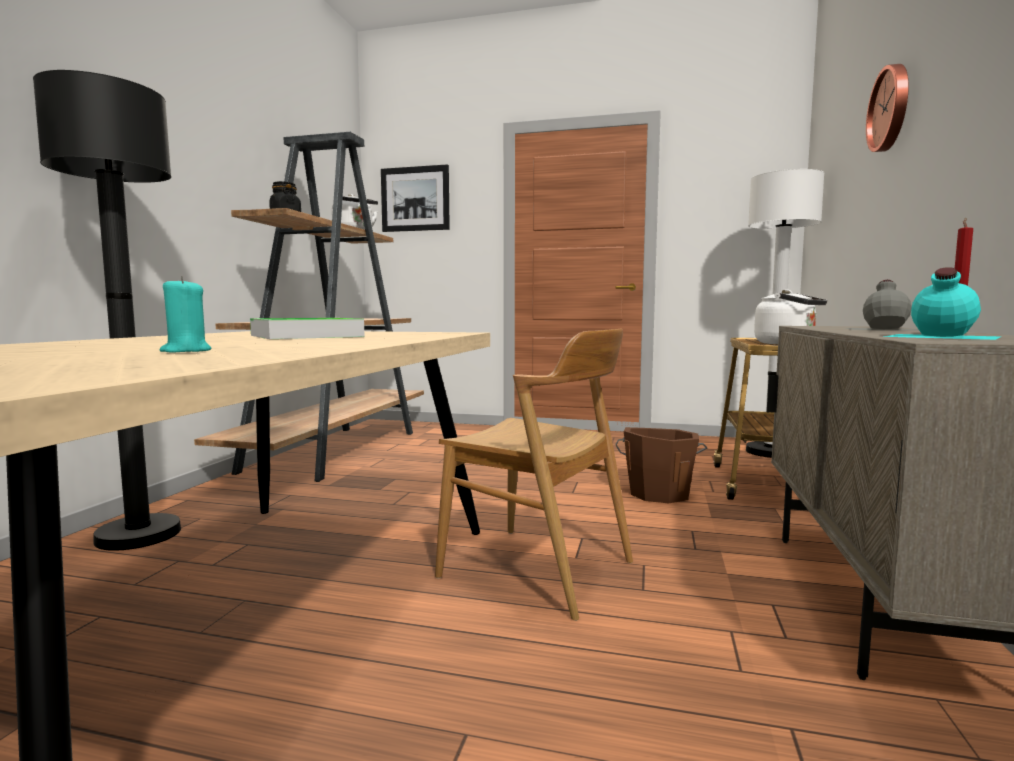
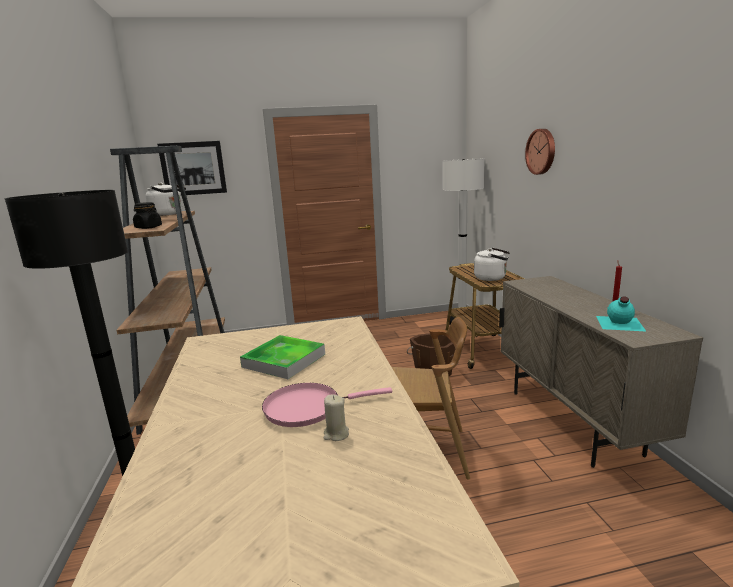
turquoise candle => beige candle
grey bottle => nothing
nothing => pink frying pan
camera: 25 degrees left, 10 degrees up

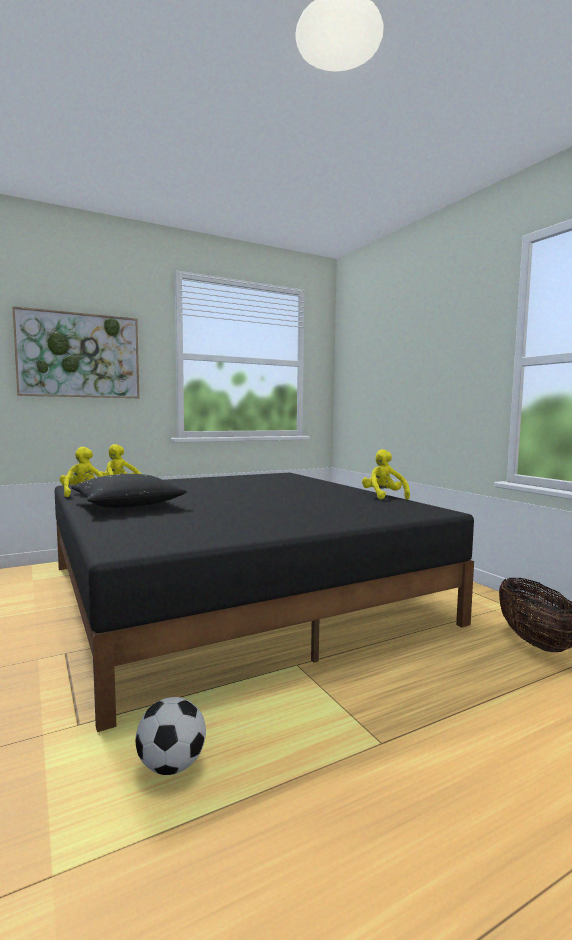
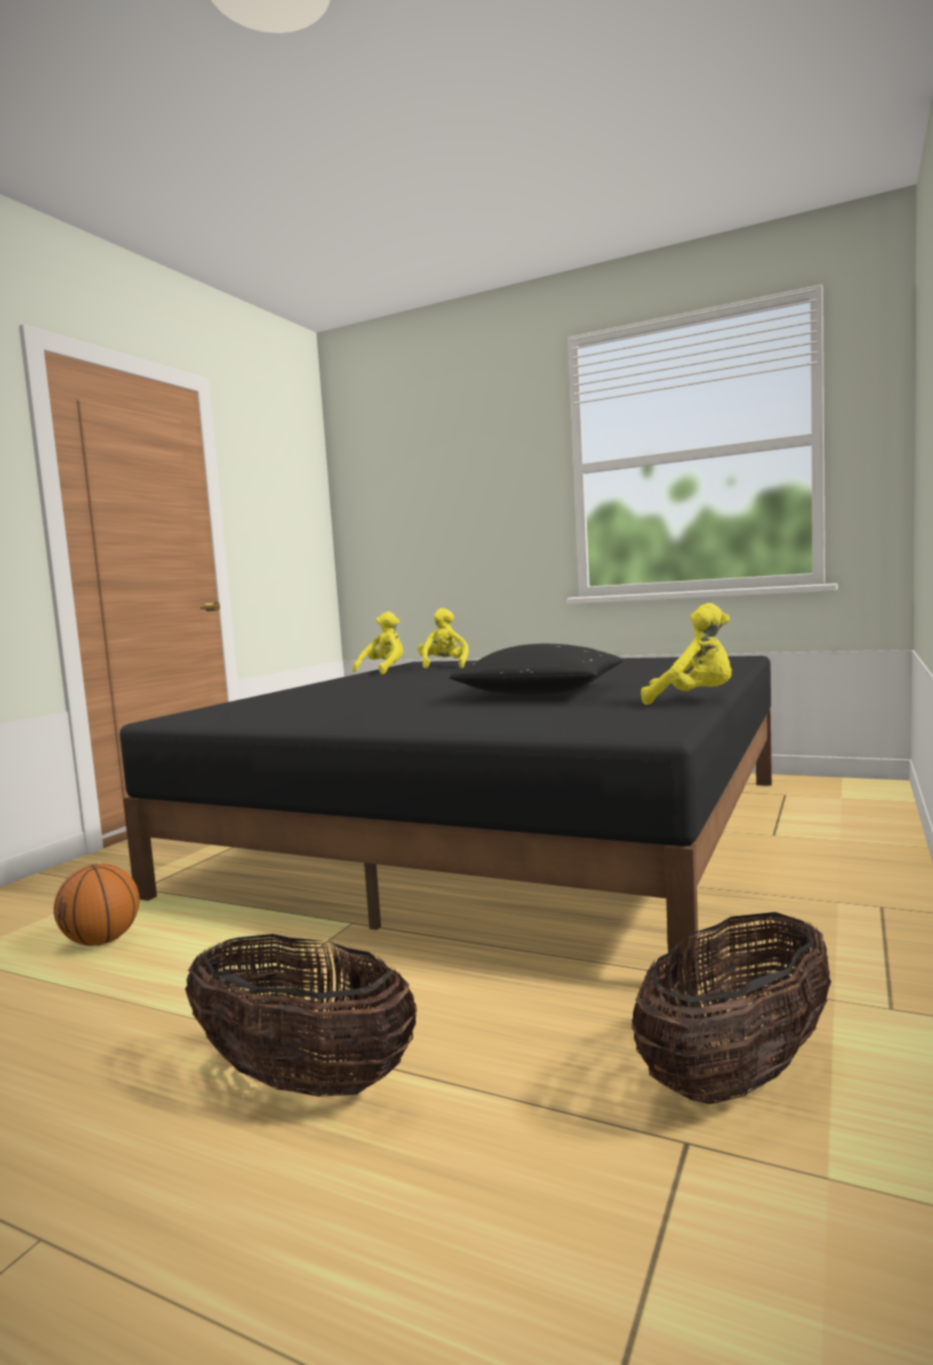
picture => nothing
black pillow, relocated
football => basketball
yellow plush toy (no. 3 from left), 75 degrees clockwise
nothing => basket (no. 1 from left)
camera: 55 degrees right, 0 degrees up

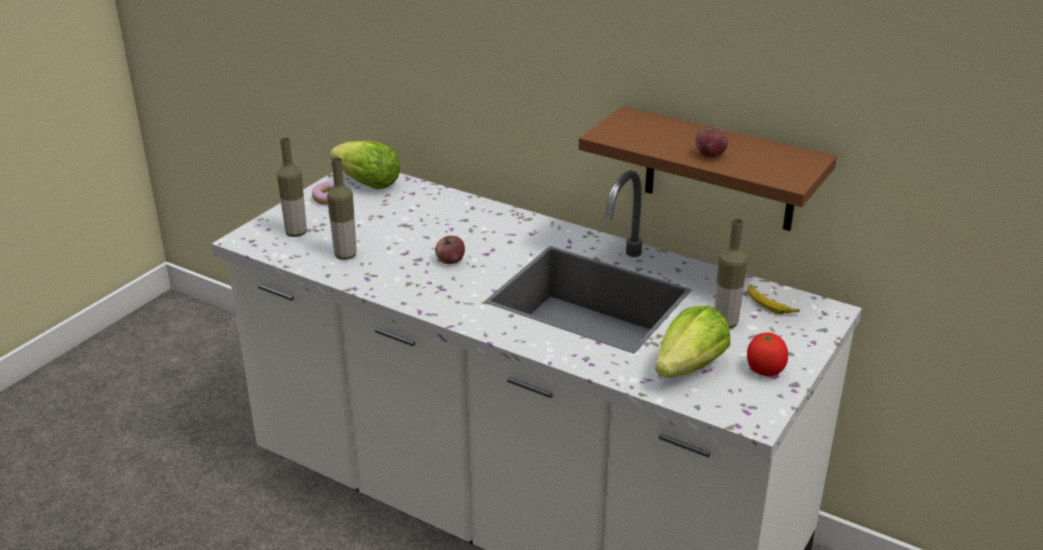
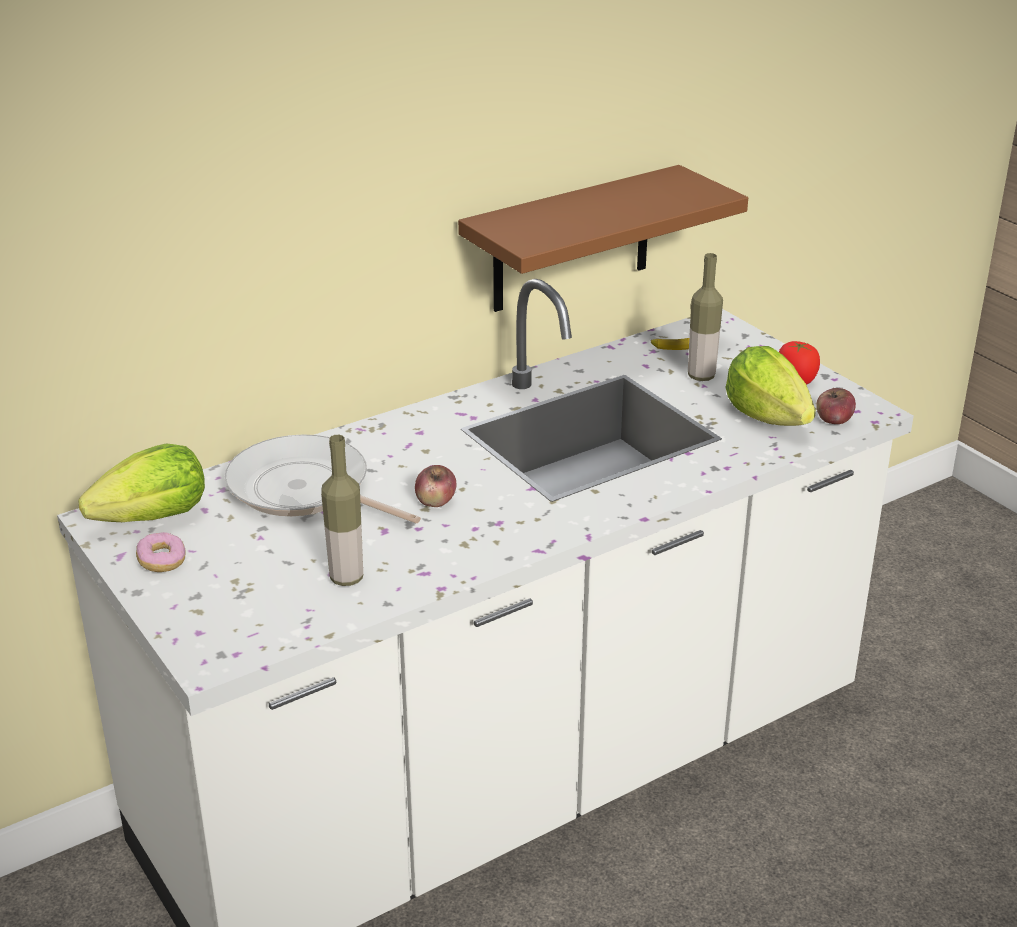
bottle (no. 1 from left) => nothing
apple (no. 2 from left), relocated
nothing => frying pan
camera: 65 degrees left, 0 degrees up

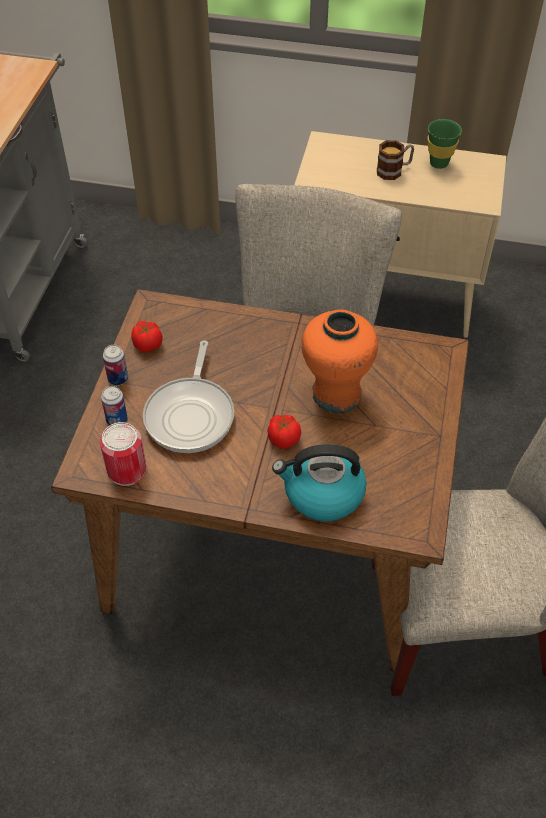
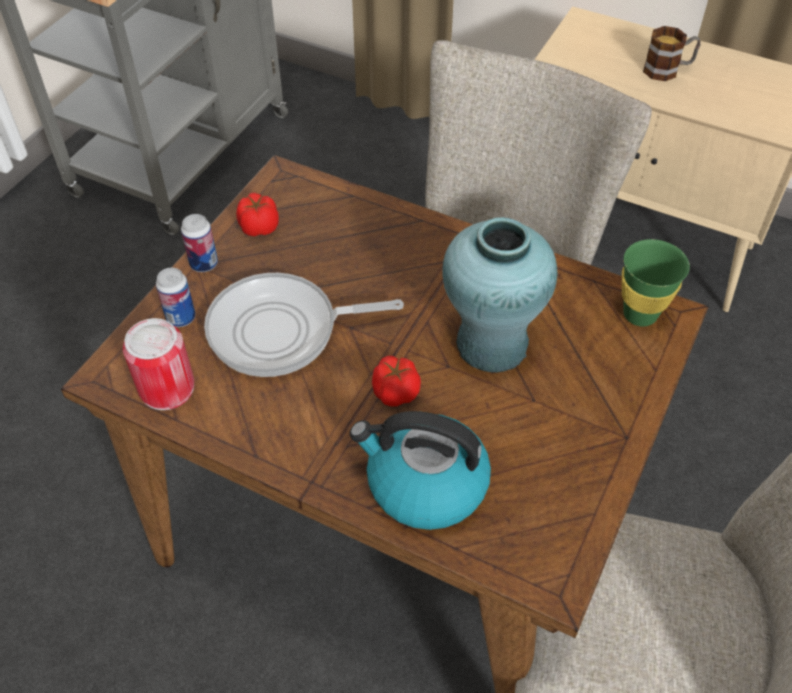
frying pan, 60 degrees clockwise
orange vase => turquoise vase
green cup, relocated
camera: 15 degrees right, 0 degrees up

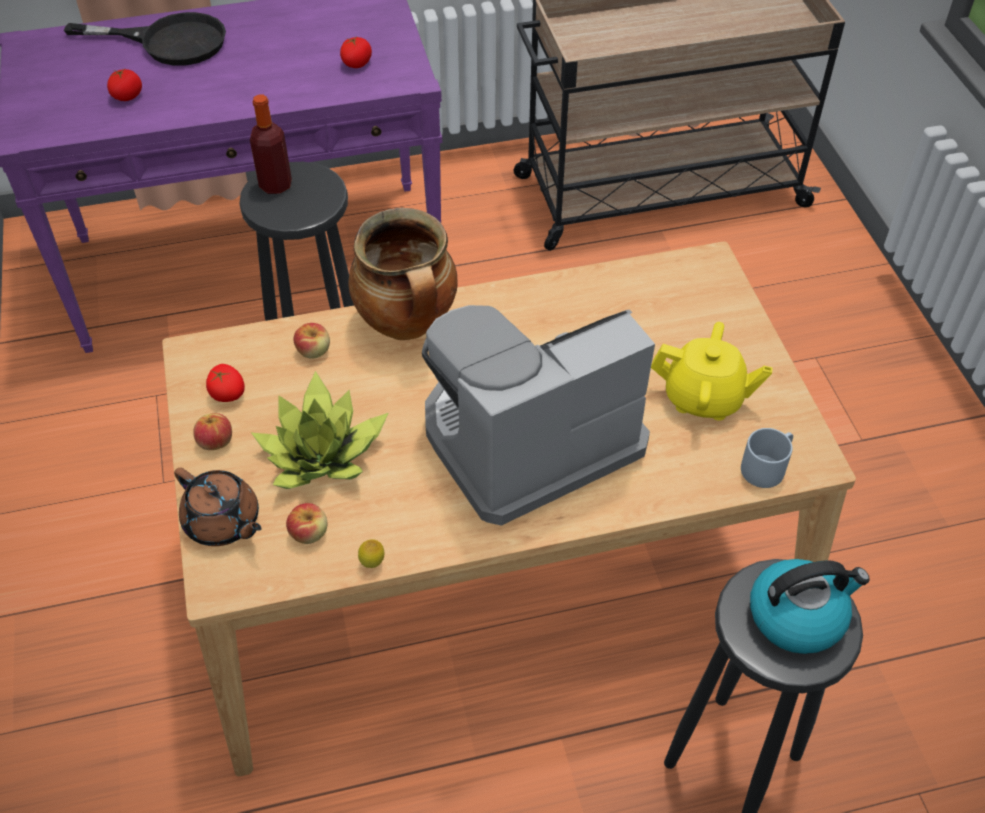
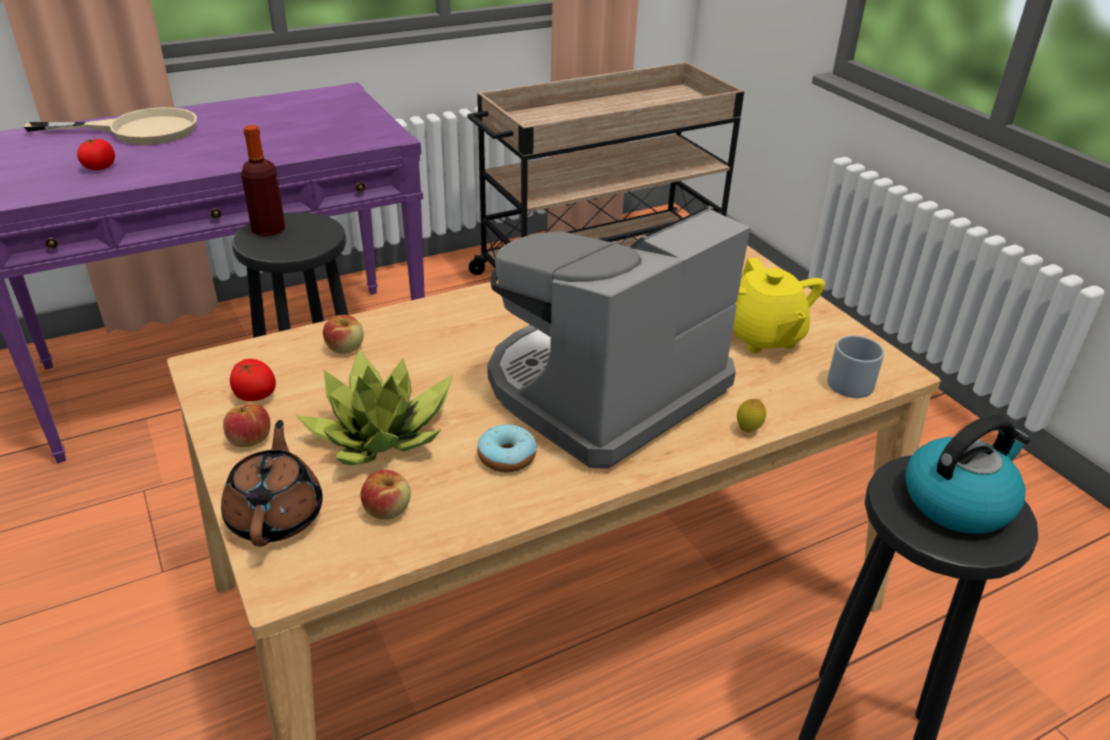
black frying pan => beige frying pan
brown teapot, 120 degrees counterclockwise
tomato (no. 3 from left) => nothing
cooking pot => nothing
lemon, relocated
yellow teapot, 75 degrees clockwise
nothing => donut
camera: 15 degrees left, 15 degrees down

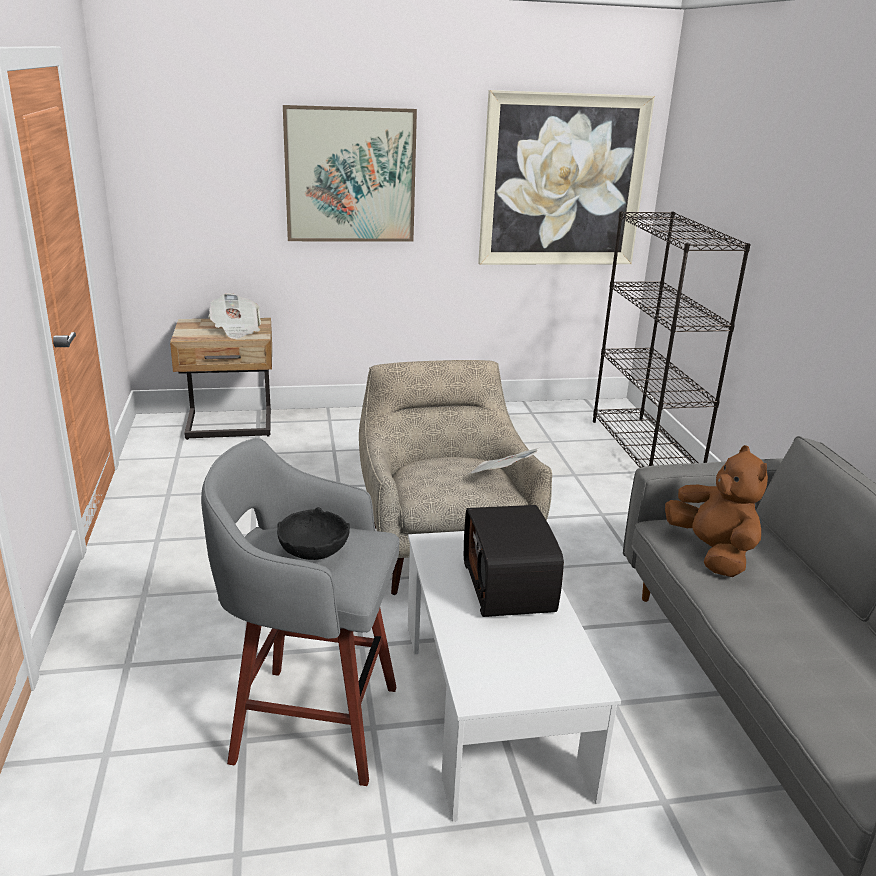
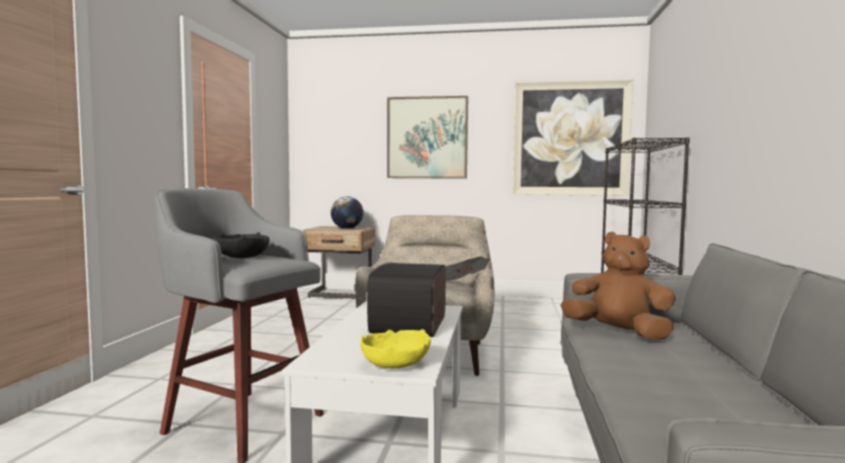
newspaper (no. 1 from left) => globe
brown plush toy, 60 degrees counterclockwise
nothing => yellow bowl
camera: 20 degrees right, 20 degrees down

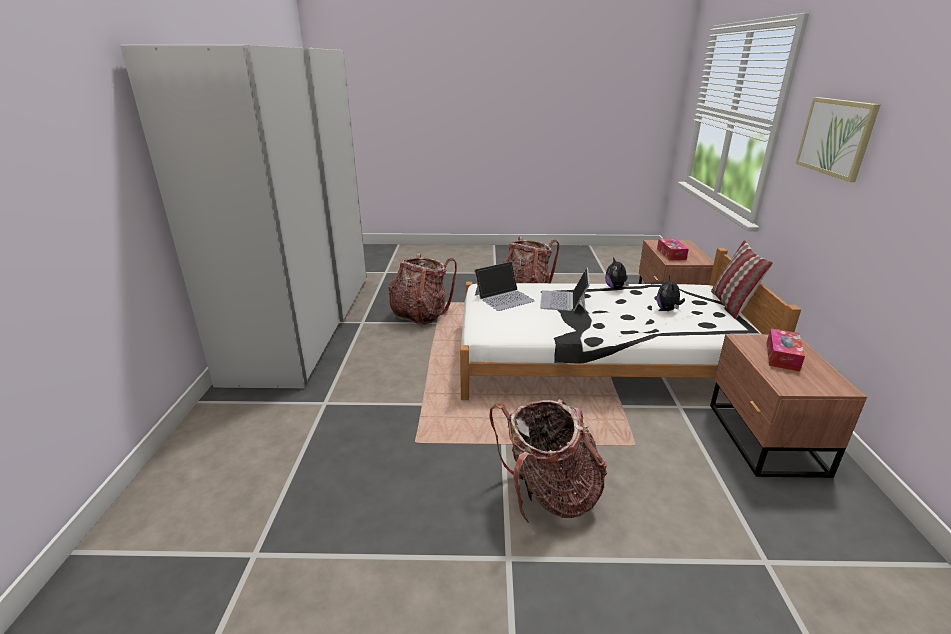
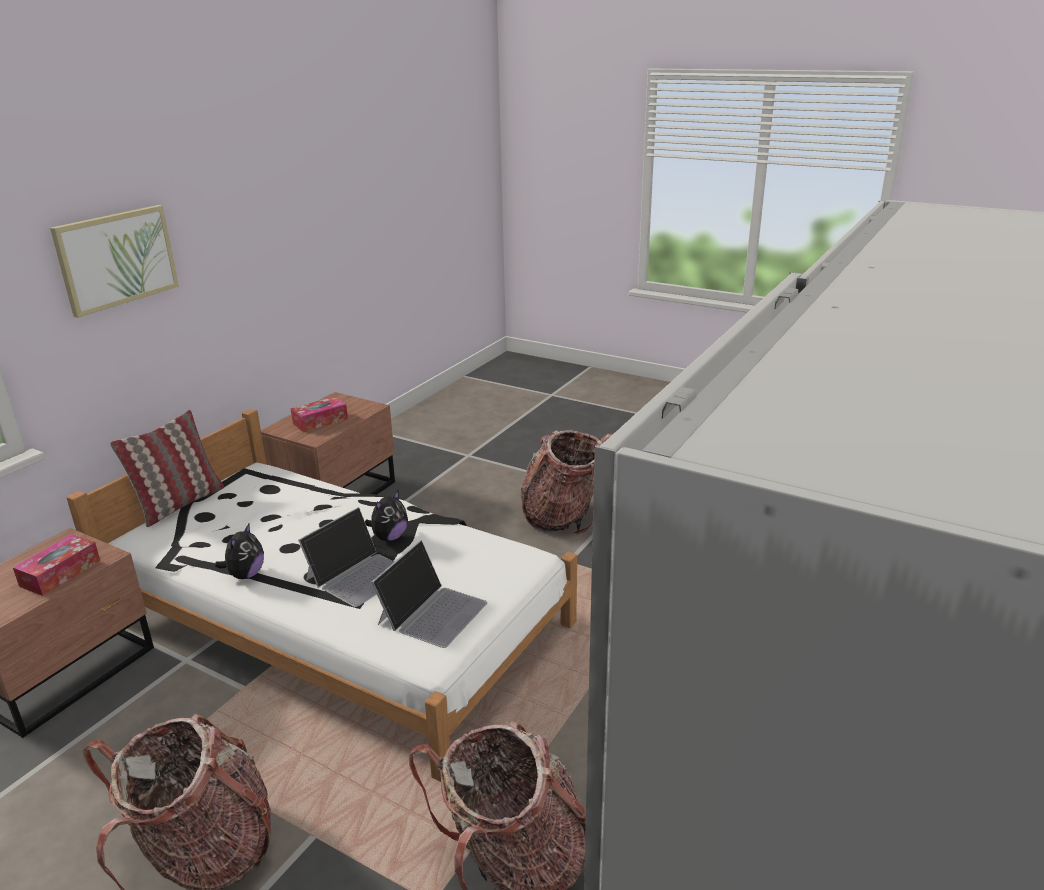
laptop (no. 1 from left in the first image) => laptop (no. 2 from left), 120 degrees clockwise
plush toy (no. 2 from left), relocated
camera: 150 degrees left, 0 degrees up

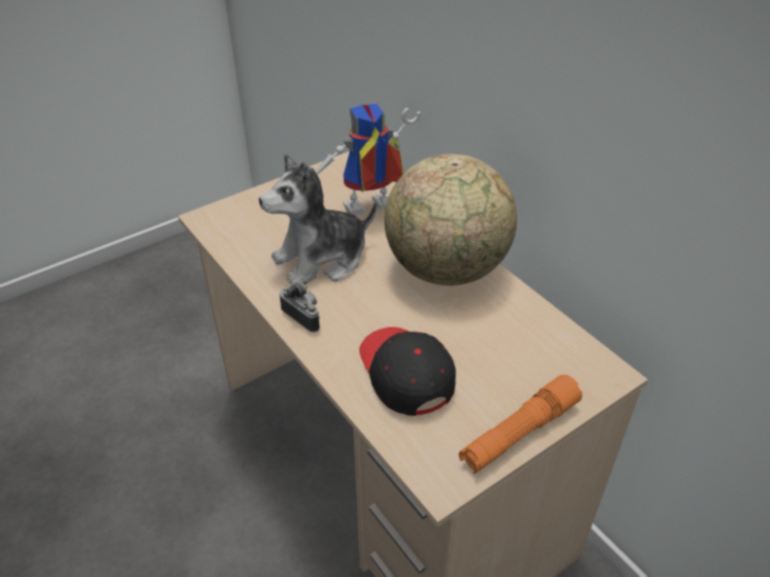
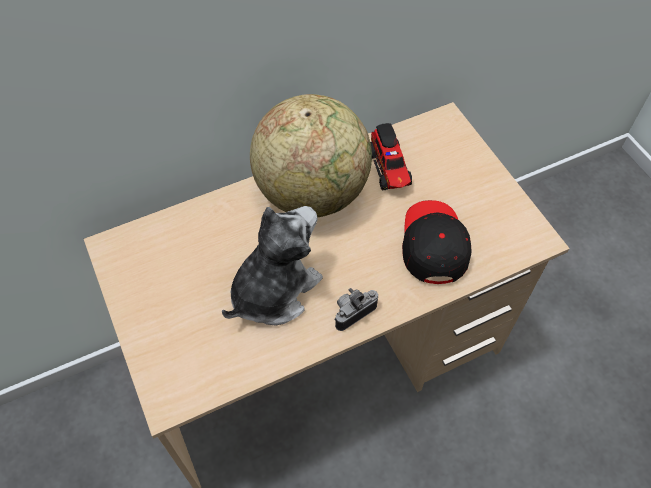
plush toy, 120 degrees counterclockwise
toy robot => nothing
black cap, 105 degrees clockwise
orange flashlight => nothing
nothing => toy truck
camera: 80 degrees left, 15 degrees up

